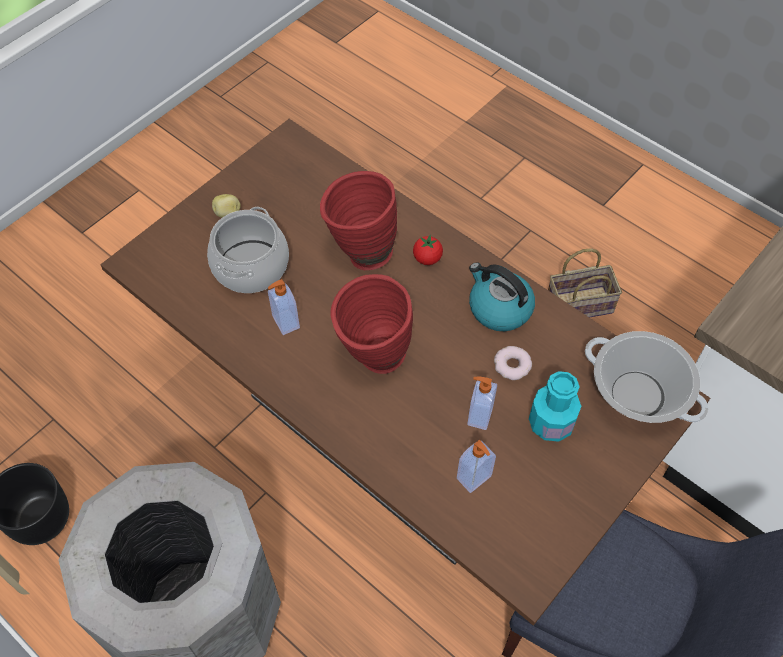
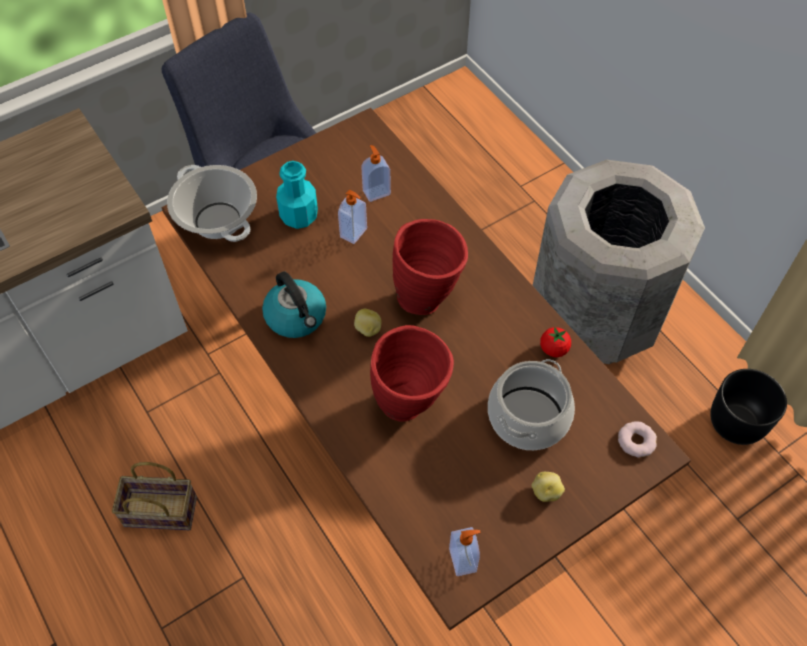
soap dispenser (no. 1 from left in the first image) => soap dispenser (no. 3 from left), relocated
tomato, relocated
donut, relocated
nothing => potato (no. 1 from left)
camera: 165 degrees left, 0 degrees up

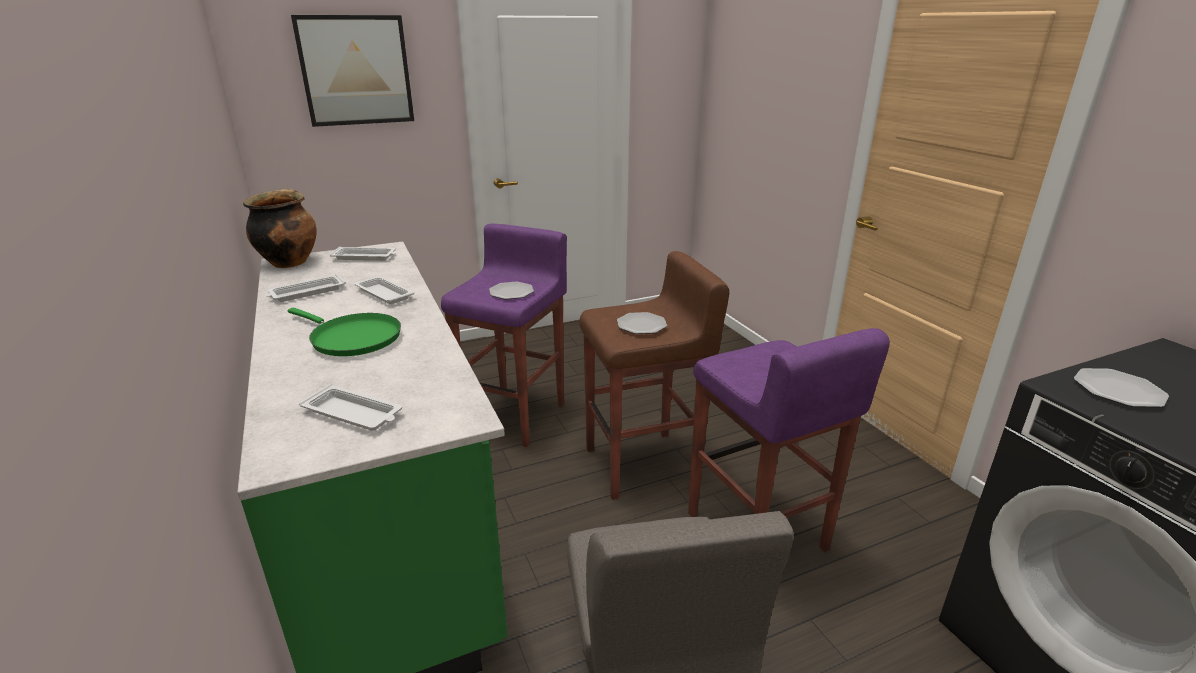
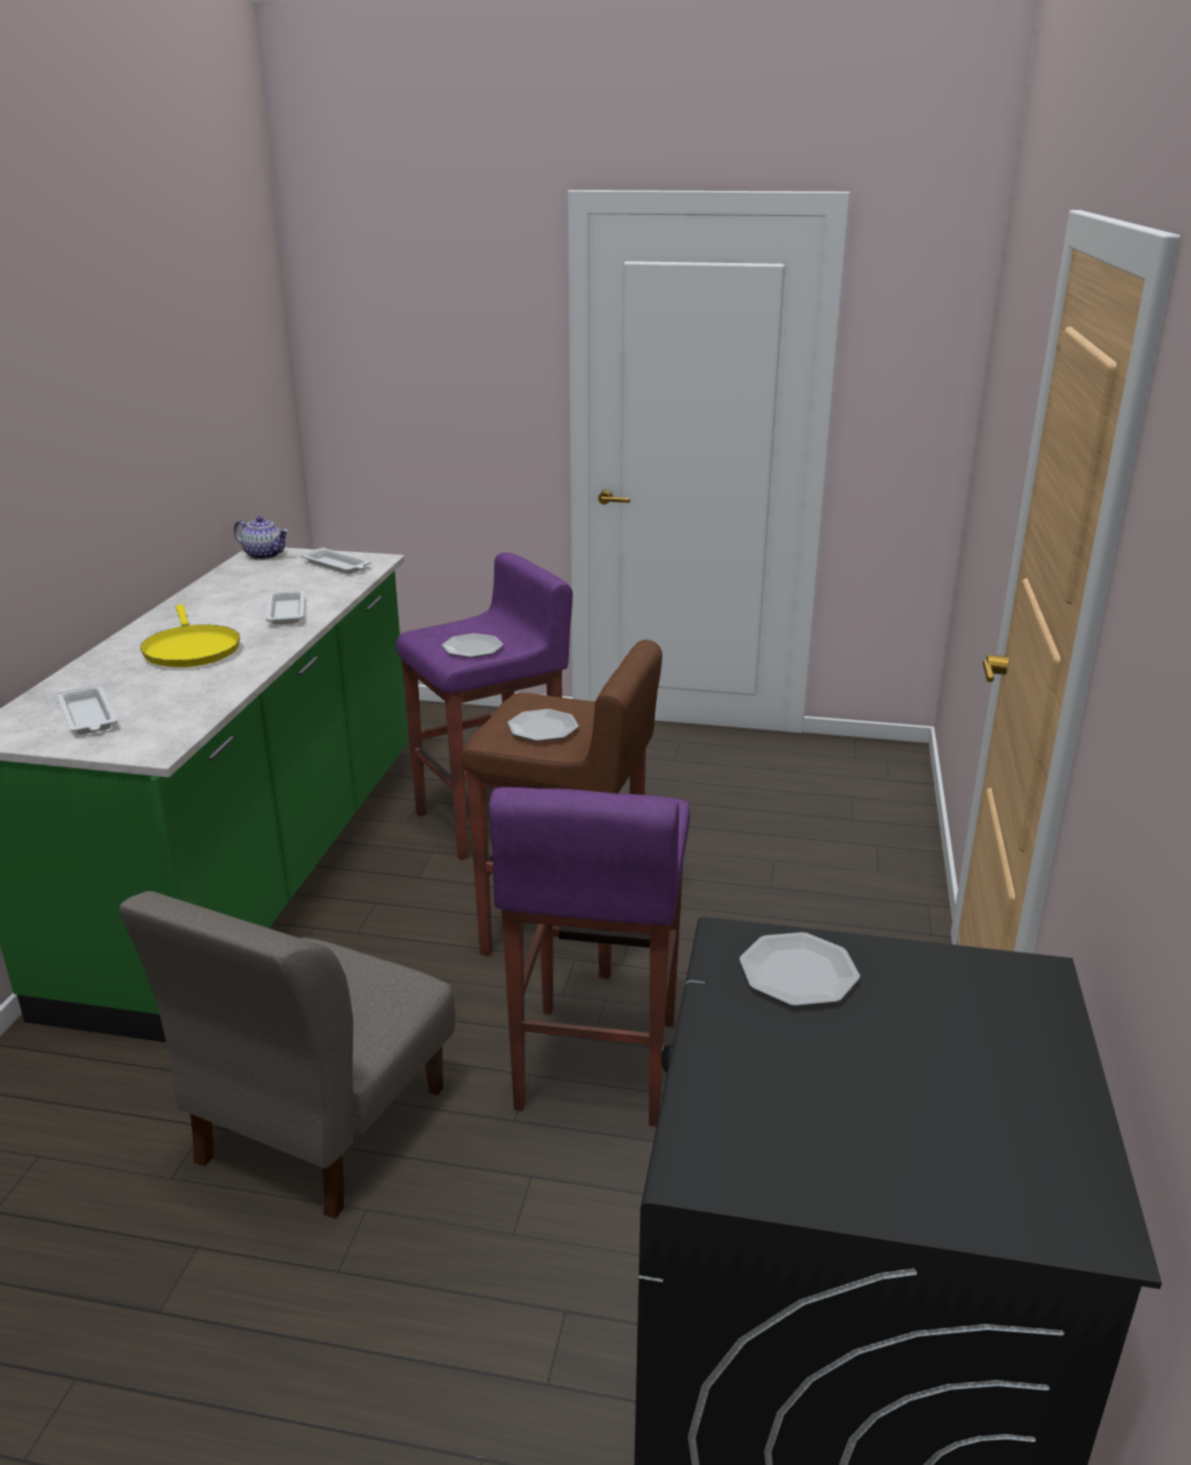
cooking pot => teapot
white tray (no. 1 from left) => nothing
green frying pan => yellow frying pan
picture => nothing
camera: 35 degrees right, 0 degrees up

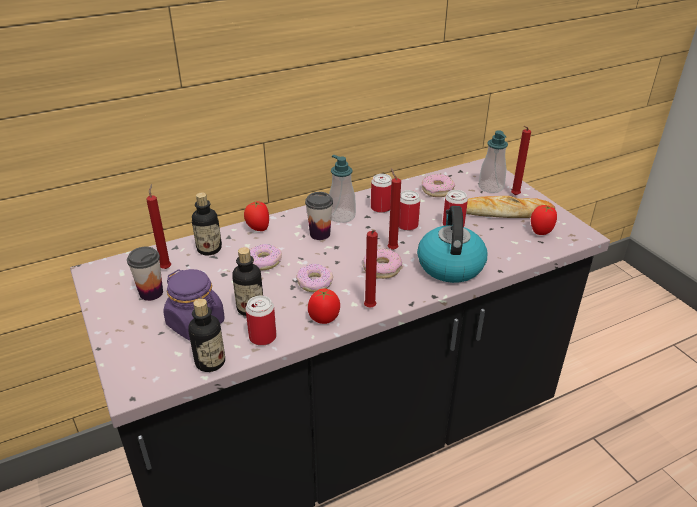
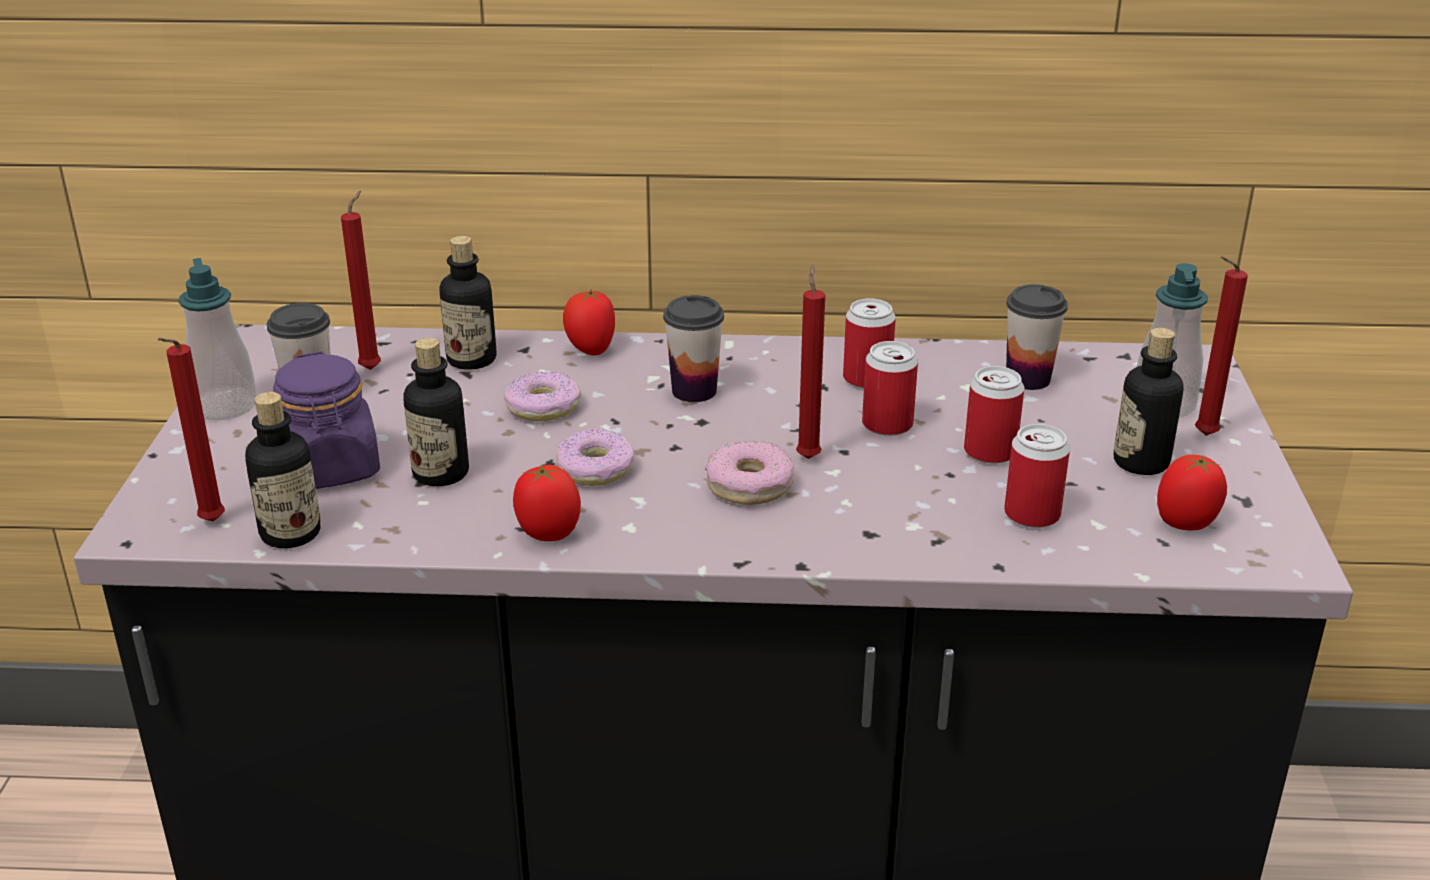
can (no. 1 from left in the first image) => can (no. 4 from left), relocated
soap dispenser (no. 1 from left), relocated
red candle (no. 2 from left in the first image) => red candle (no. 1 from left), relocated
kettle => nothing
donut (no. 4 from left) => cup (no. 3 from left)
bread => bottle (no. 4 from left)
camera: 30 degrees right, 5 degrees down

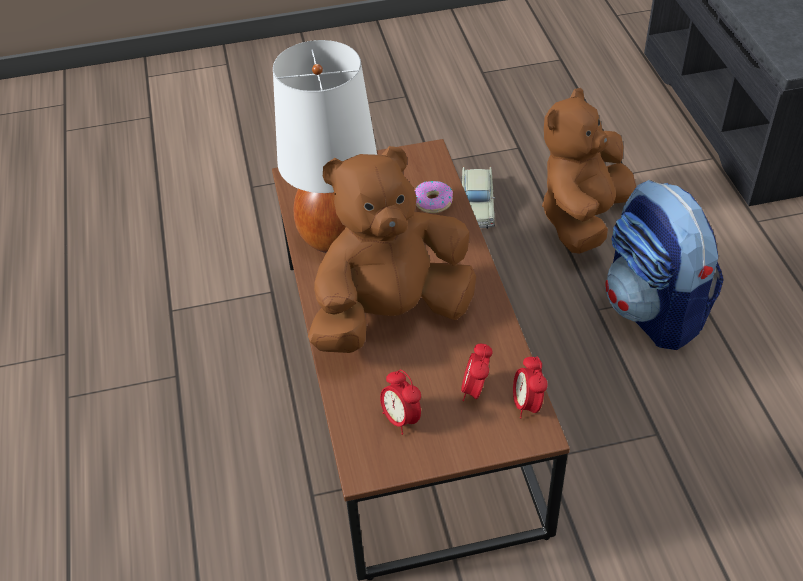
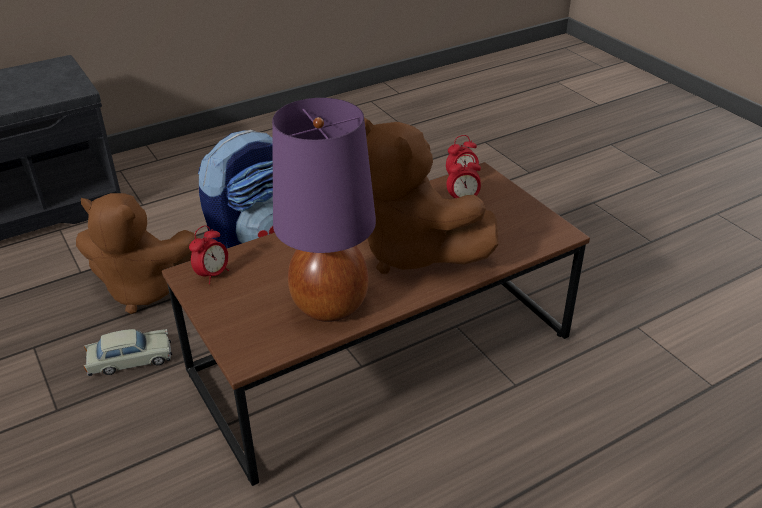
white table lamp => purple table lamp
alarm clock (no. 1 from left), relocated
donut => nothing
camera: 110 degrees left, 10 degrees down

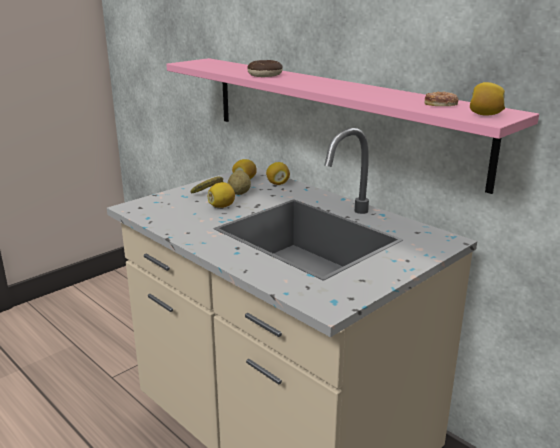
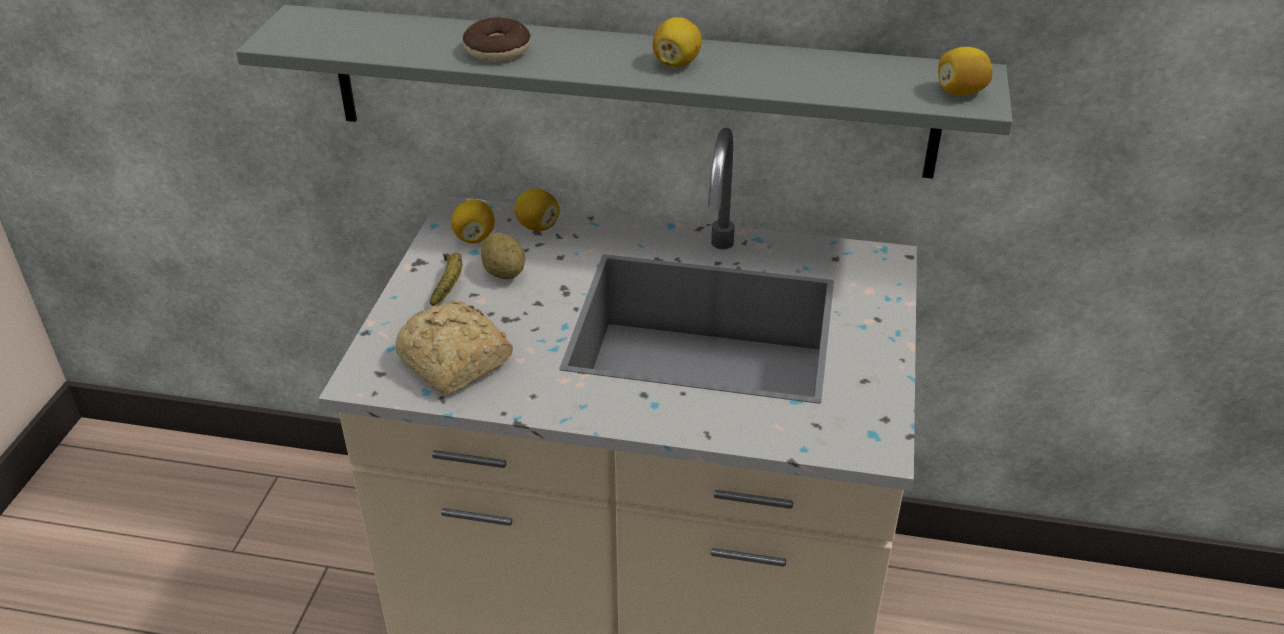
pink shelf => grey shelf
lemon (no. 1 from left in the first image) => lemon (no. 3 from left), relocated
donut (no. 2 from left) => nothing
nothing => bread
camera: 35 degrees left, 15 degrees up

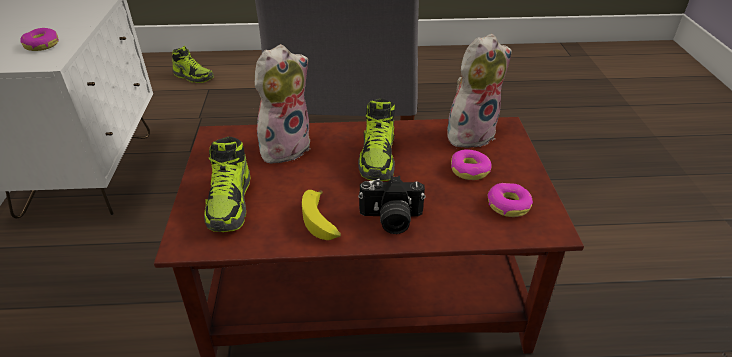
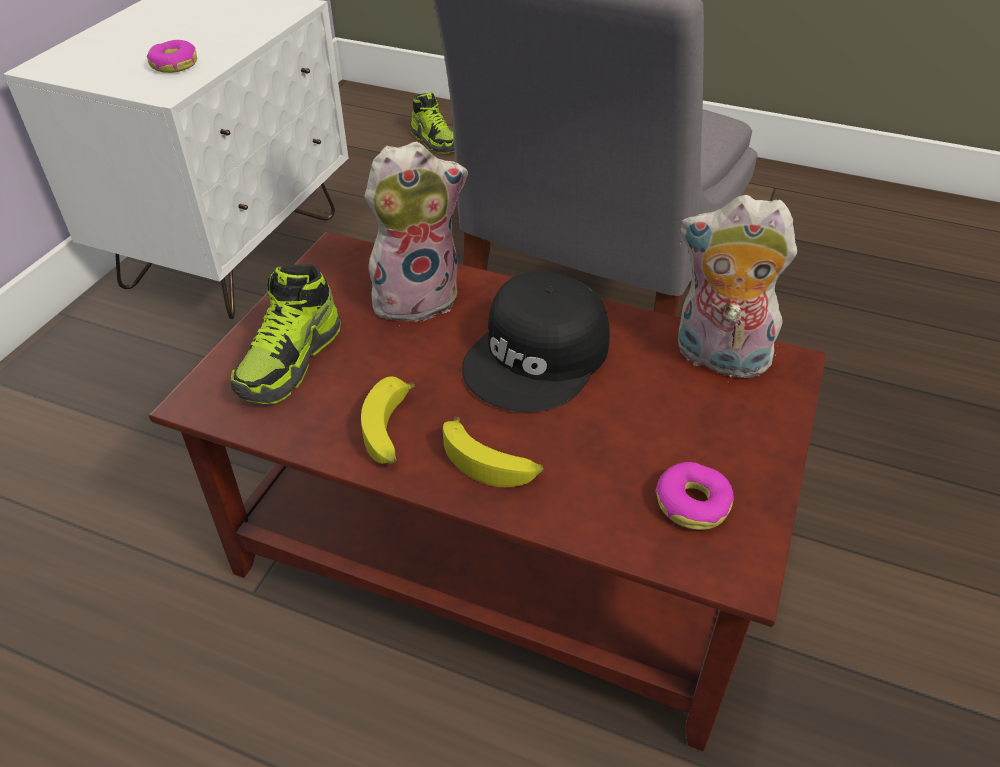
shoe (no. 3 from left) => black cap
photo camera => banana (no. 2 from left)
plush toy (no. 2 from left), 150 degrees counterclockwise
donut (no. 2 from left) => nothing
camera: 25 degrees right, 5 degrees up

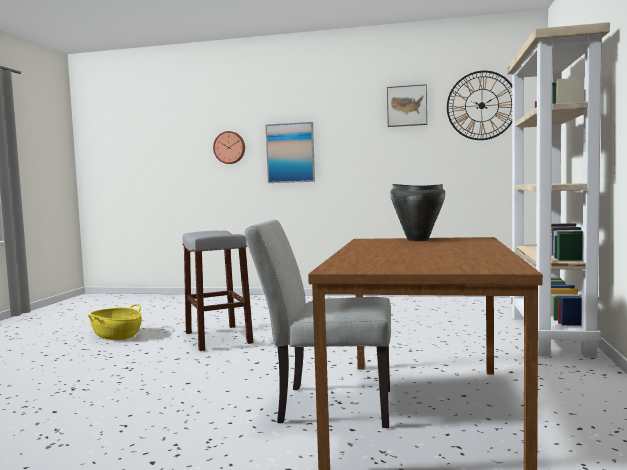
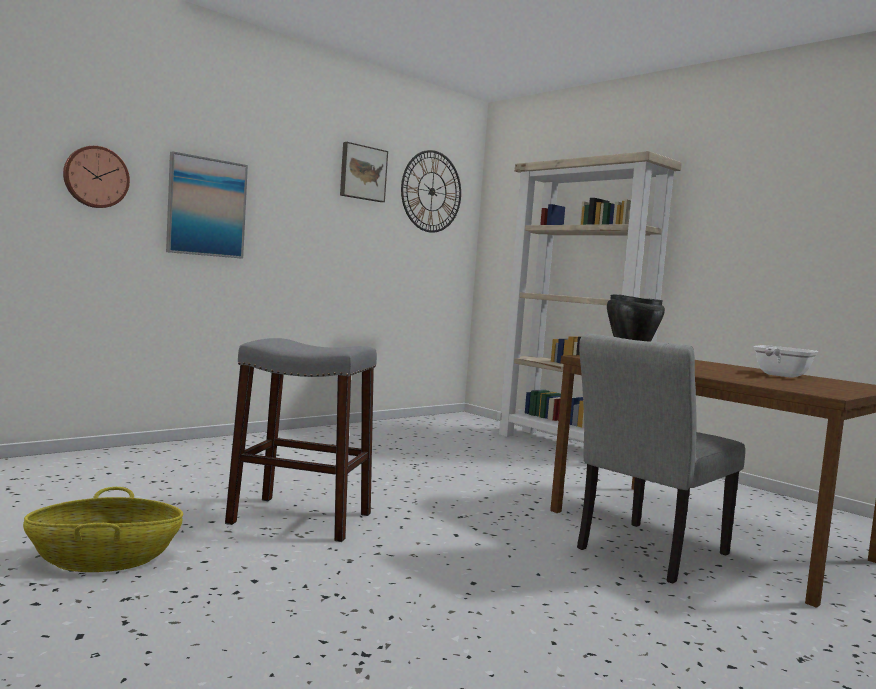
nothing => frying pan
camera: 55 degrees left, 0 degrees up

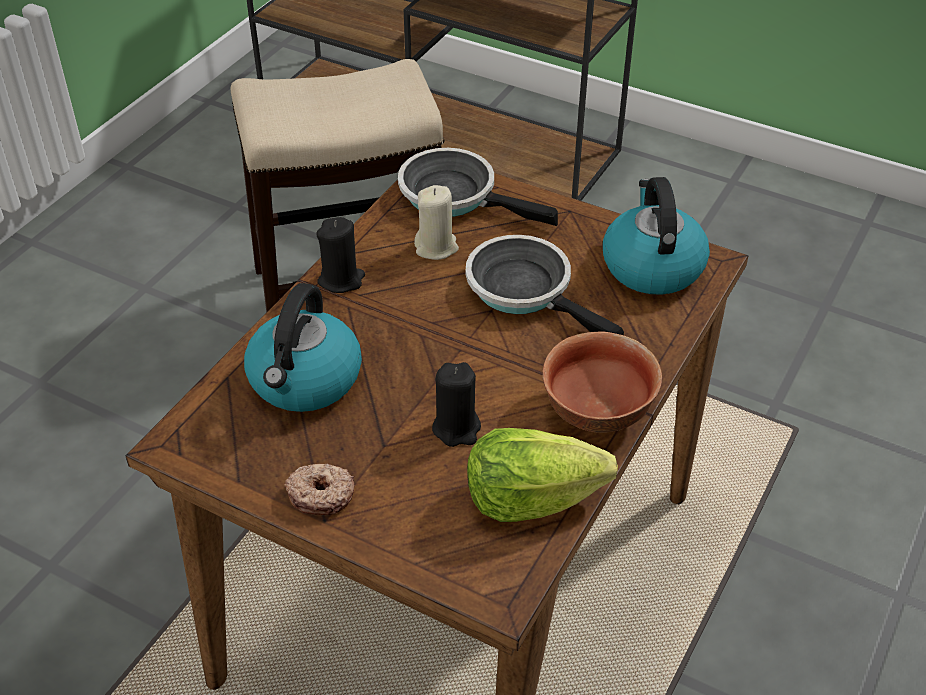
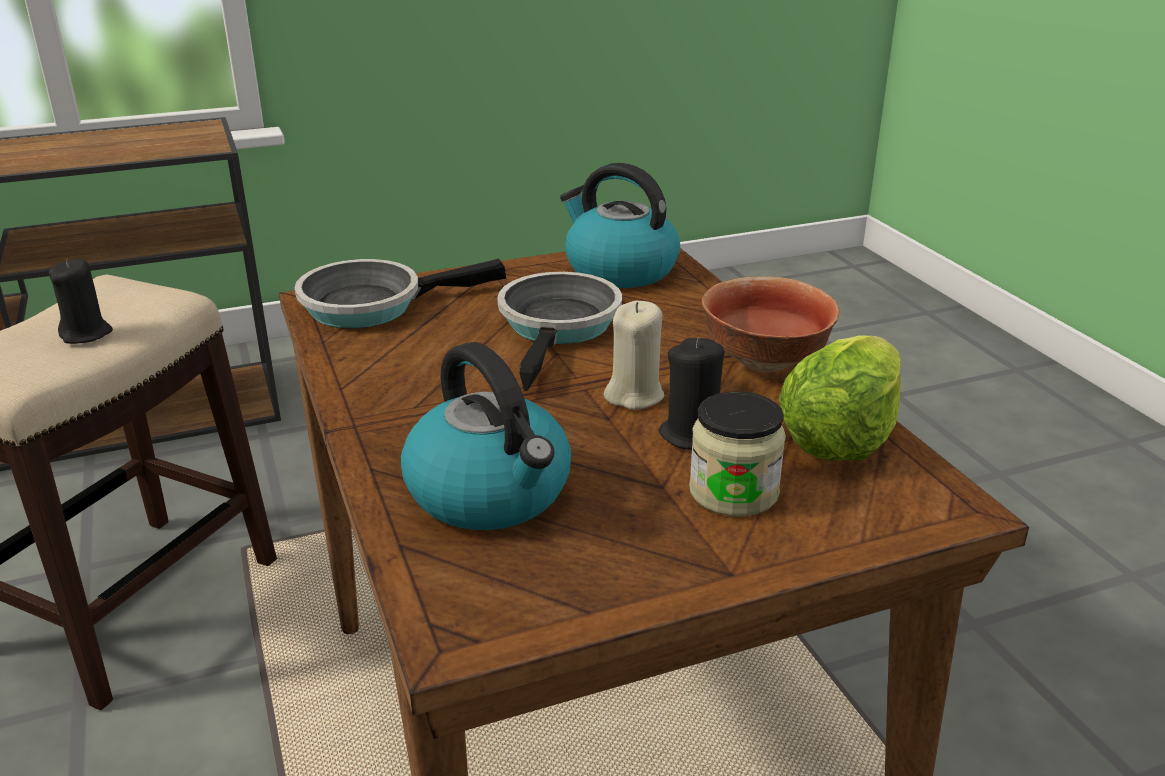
donut => nothing
black candle (no. 1 from left), relocated
beige candle, relocated
frying pan (no. 2 from left), 105 degrees clockwise
nothing => jar
camera: 50 degrees left, 15 degrees down

